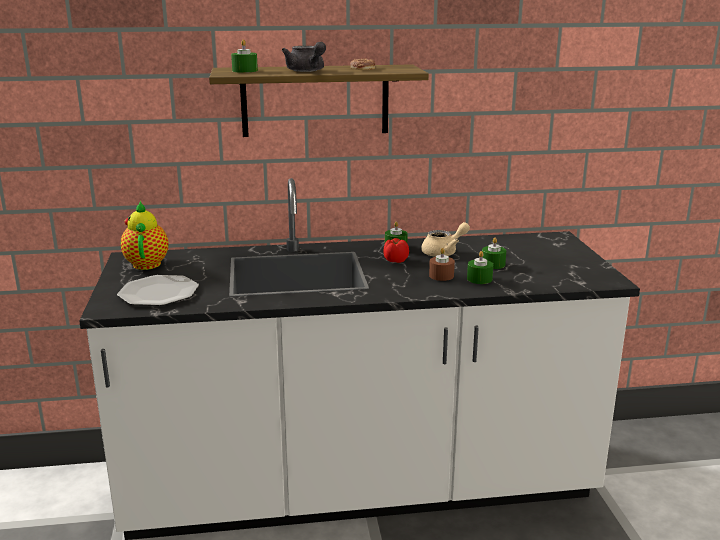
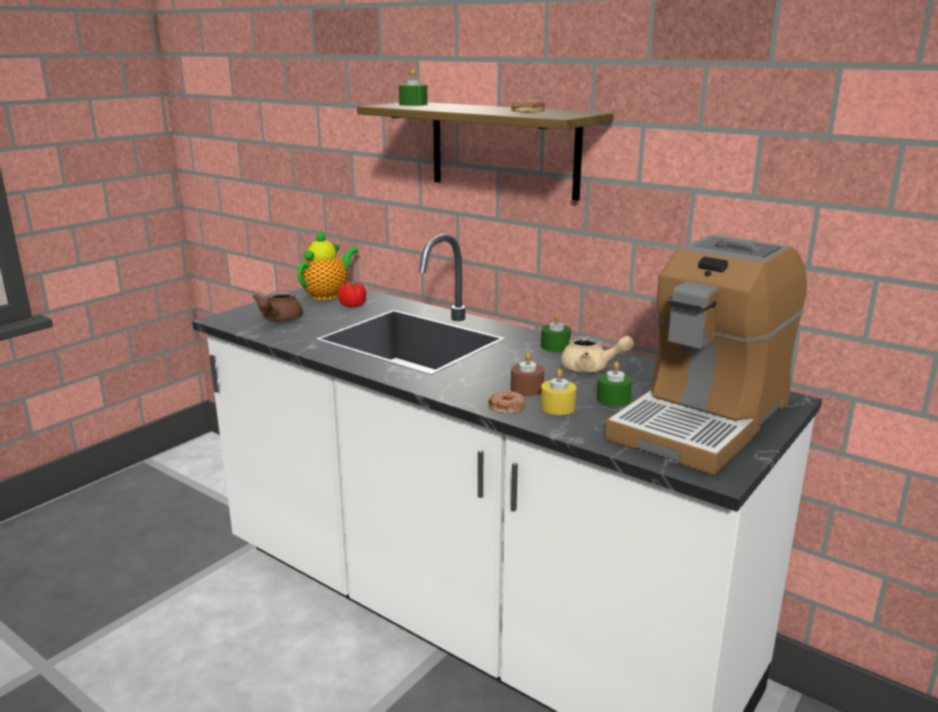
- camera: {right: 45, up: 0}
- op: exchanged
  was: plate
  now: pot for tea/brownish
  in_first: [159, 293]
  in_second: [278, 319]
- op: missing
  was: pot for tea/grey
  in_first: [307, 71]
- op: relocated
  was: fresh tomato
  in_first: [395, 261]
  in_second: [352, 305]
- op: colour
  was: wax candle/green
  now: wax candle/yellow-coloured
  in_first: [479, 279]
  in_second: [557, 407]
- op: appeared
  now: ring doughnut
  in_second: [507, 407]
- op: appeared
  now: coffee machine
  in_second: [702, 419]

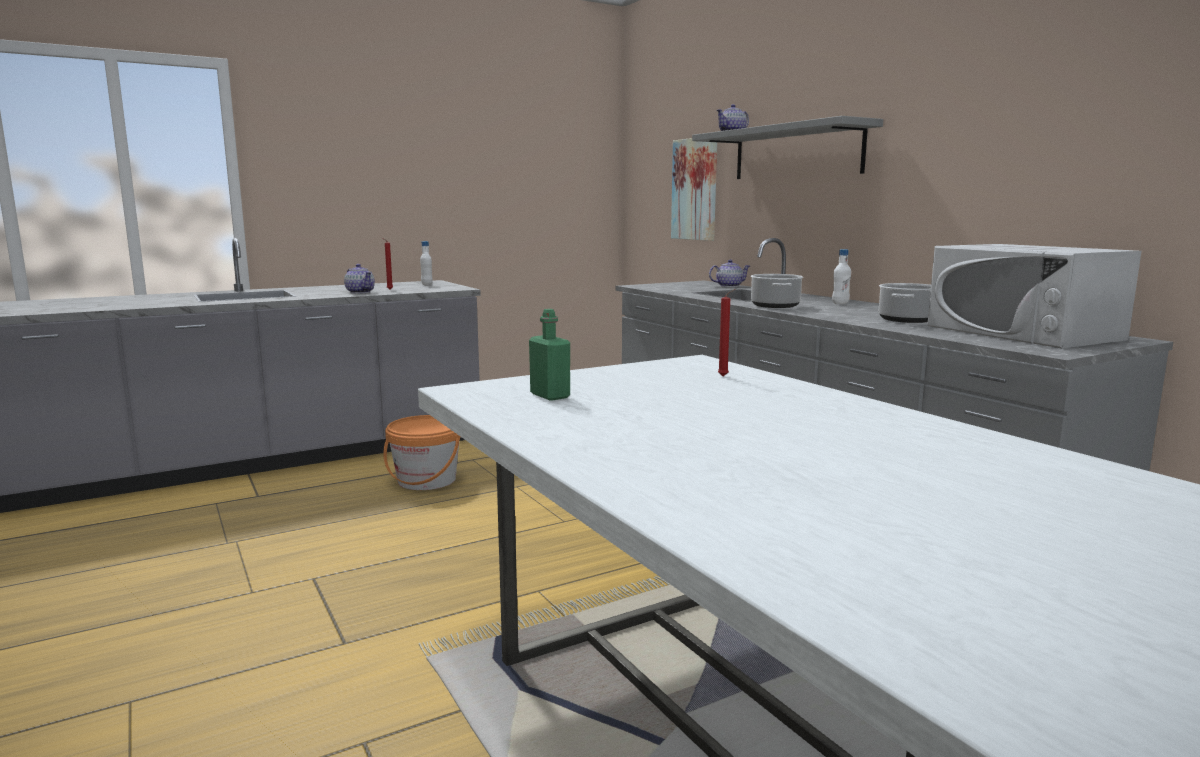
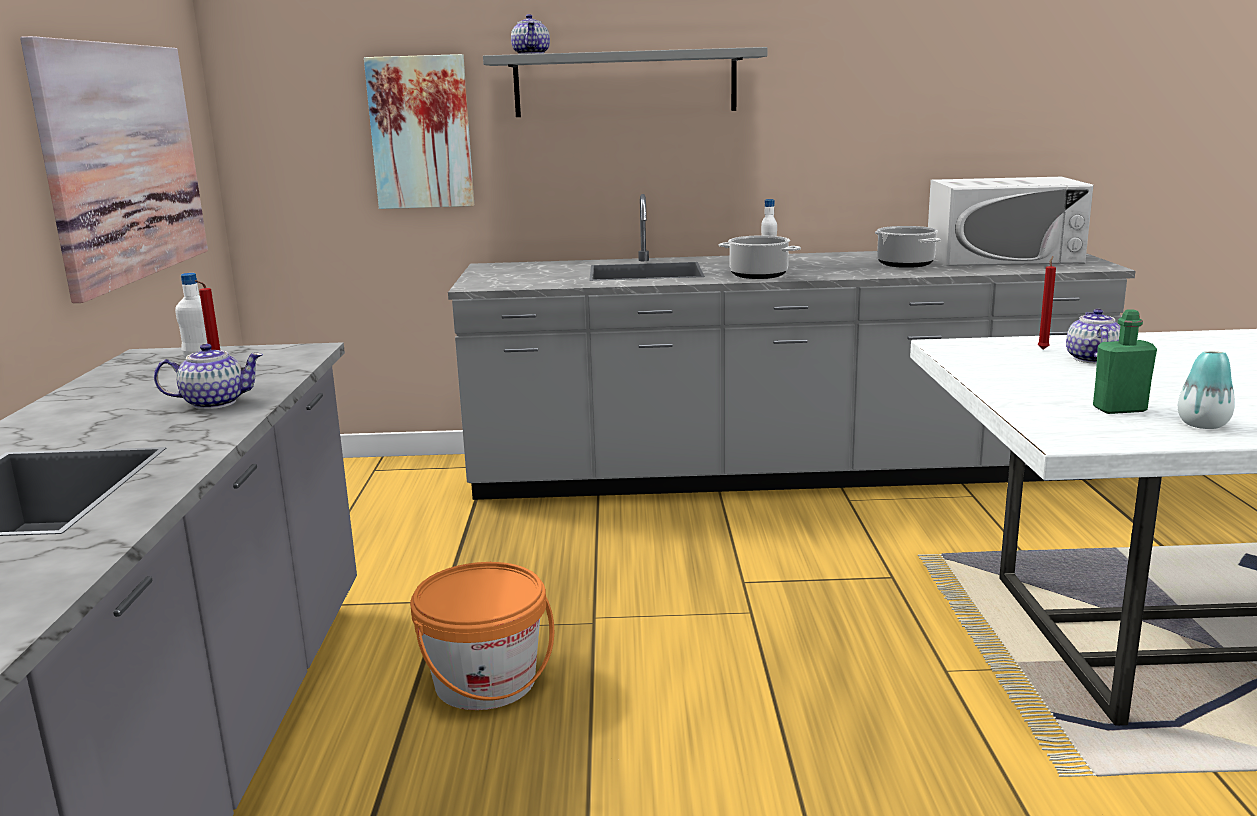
- camera: {right: -60, up: 5}
- op: relocated
  was: pot for tea
  in_first: [728, 286]
  in_second: [1092, 359]
- op: appeared
  now: wall picture
  in_second: [124, 162]
- op: appeared
  now: flower vase
  in_second: [1202, 425]

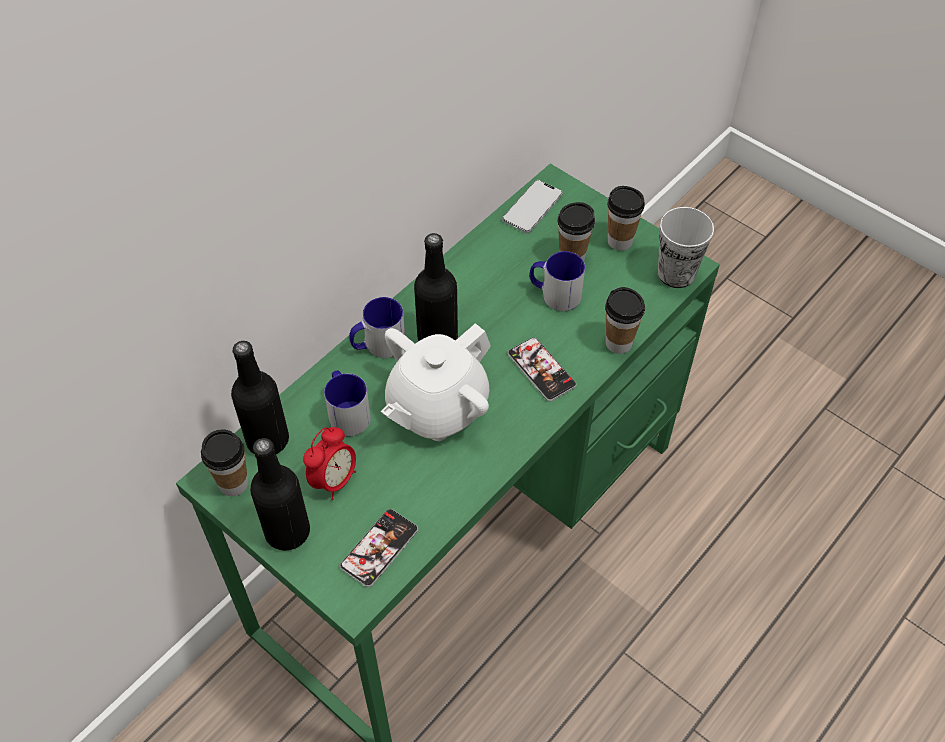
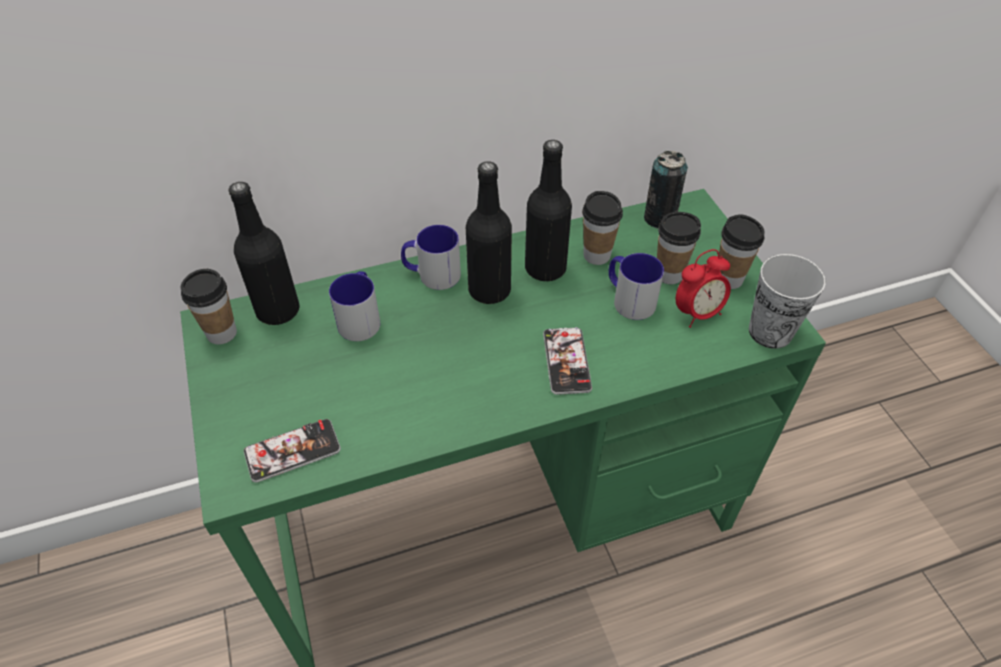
- camera: {right: 30, up: -5}
- op: relocated
  was: beverage bottle/blackish
  in_first: [287, 531]
  in_second: [545, 268]
- op: relocated
  was: alarm clock
  in_first: [334, 480]
  in_second: [697, 313]
- op: missing
  was: pot for tea/white
  in_first: [436, 407]
- op: exchanged
  was: phone
  now: sealed can
  in_first: [532, 207]
  in_second: [659, 218]
- op: relocated
  was: small cup
  in_first: [618, 343]
  in_second: [596, 255]

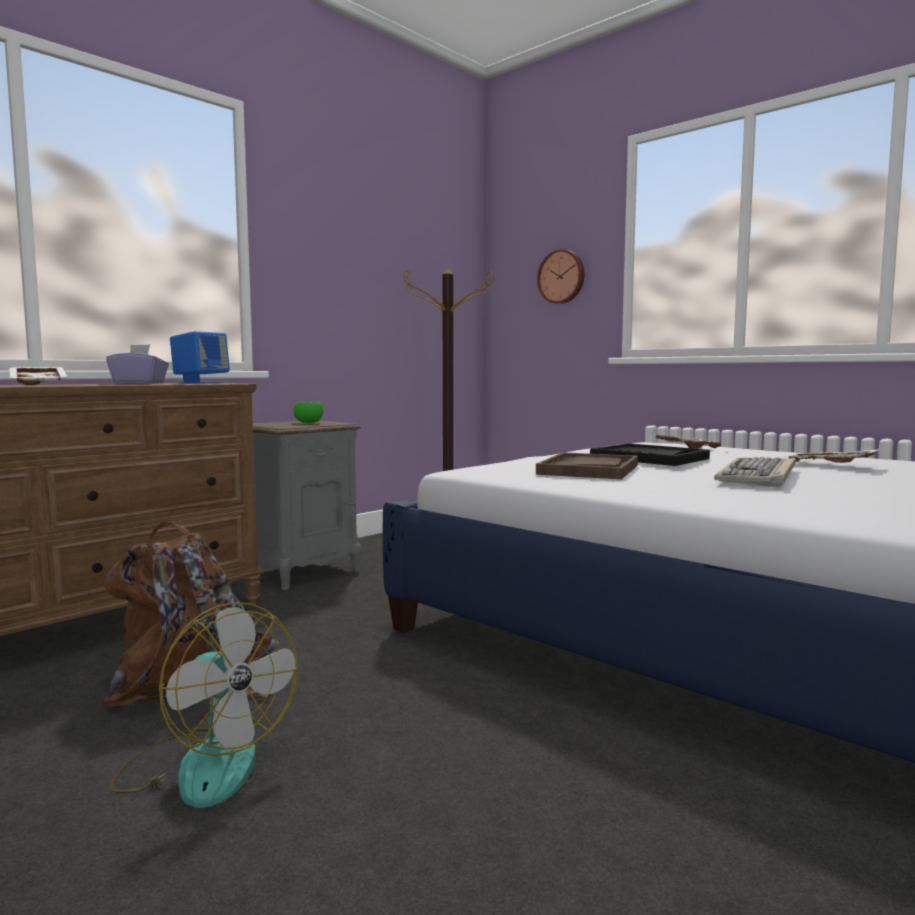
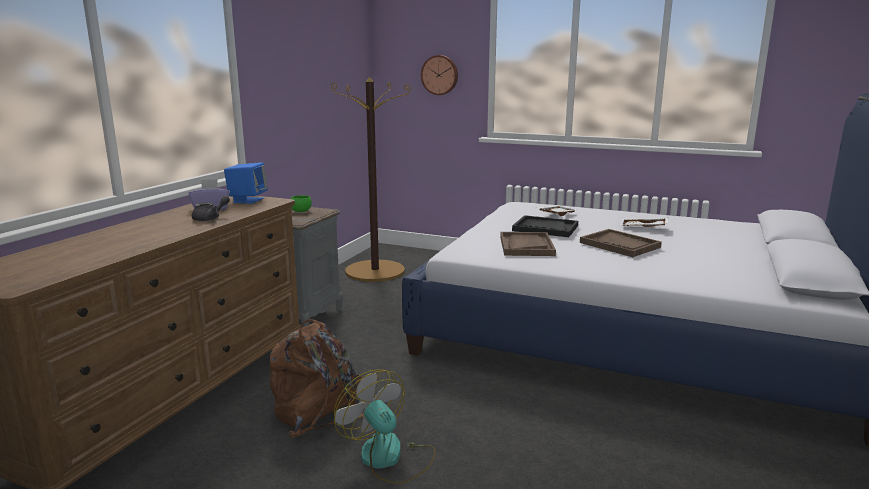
- camera: {right: -20, up: 10}
- op: missing
  was: tray/white
  in_first: [40, 384]
- op: spun
  was: cooling fan
  in_first: [204, 764]
  in_second: [389, 458]
  clockwise: -150
- op: exchanged
  was: keyboard
  now: tray/brownish
  in_first: [758, 476]
  in_second: [620, 245]
- op: appeared
  now: pot for tea/grey
  in_second: [210, 218]

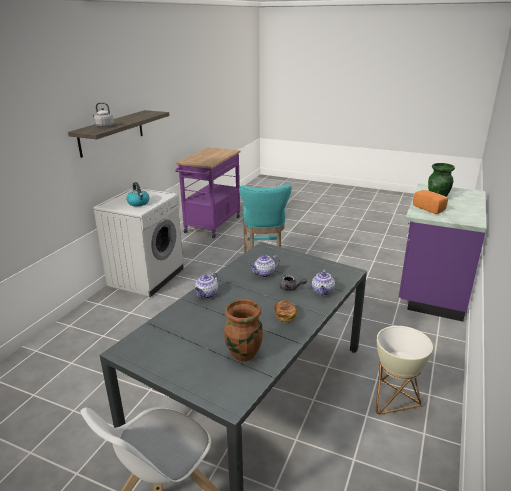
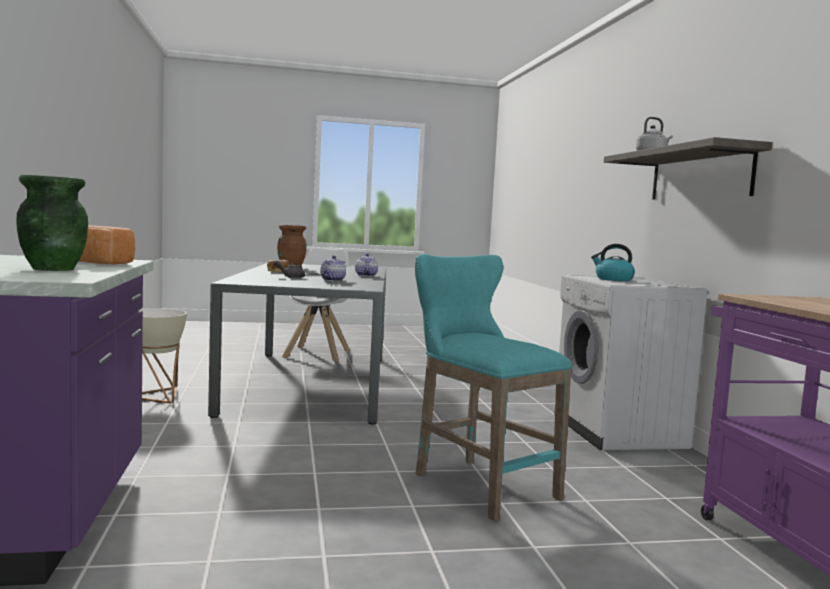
- camera: {right: 145, up: -20}
- op: missing
  was: pot for tea
  in_first: [323, 292]

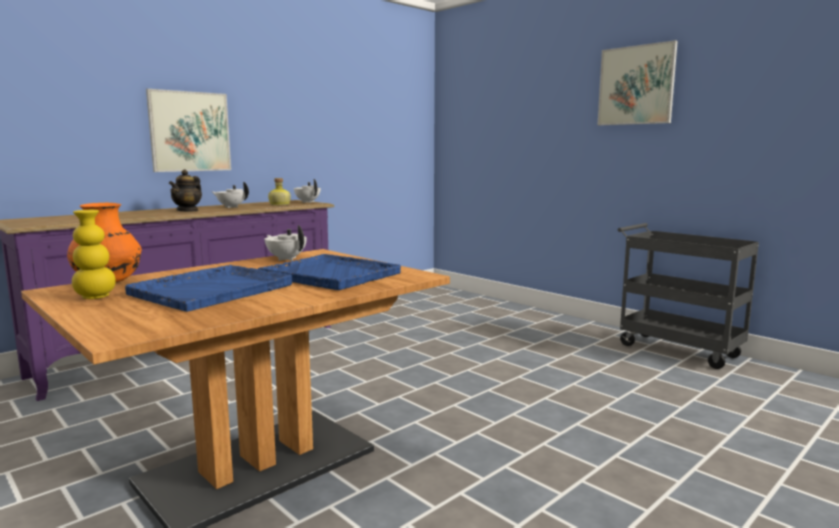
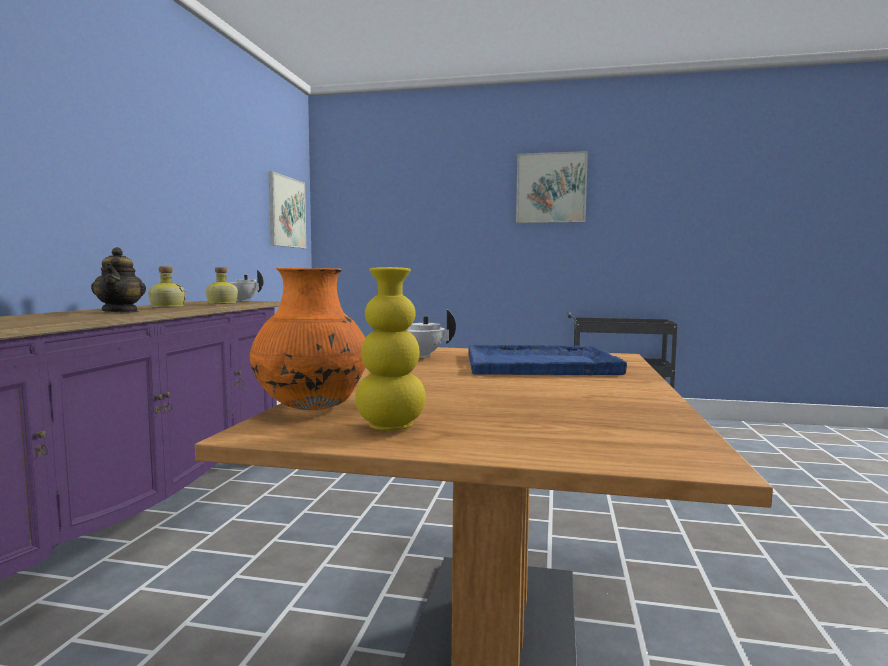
- camera: {right: -35, up: -5}
- op: missing
  was: tray/bluish
  in_first: [213, 289]
- op: relocated
  was: wall picture
  in_first: [190, 131]
  in_second: [286, 212]
- op: exchanged
  was: pot for tea/white
  now: beverage bottle
  in_first: [231, 207]
  in_second: [166, 307]

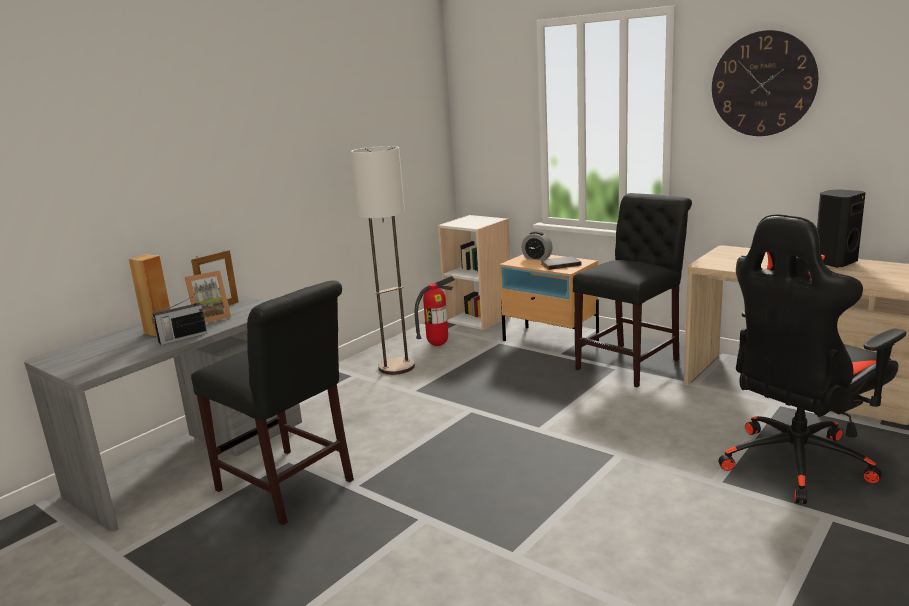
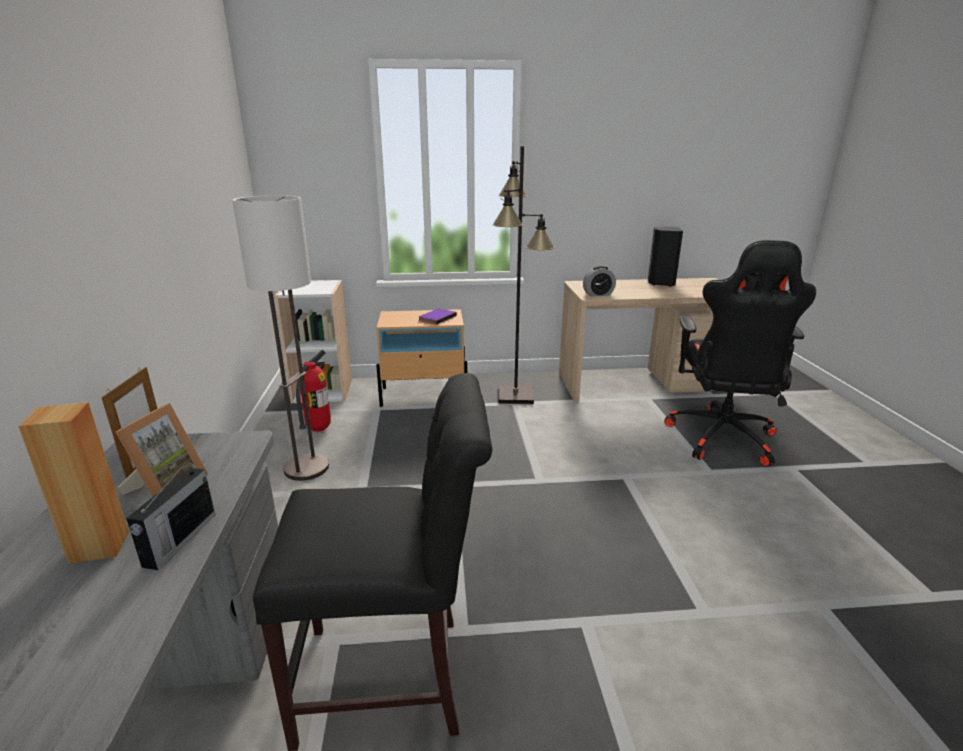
- camera: {right: -45, up: 5}
- op: relocated
  was: alarm clock
  in_first: [537, 258]
  in_second: [598, 294]
- op: colour
  was: volume/grey
  now: volume/purple
  in_first: [560, 264]
  in_second: [436, 318]
- op: exchanged
  was: chair/blackish
  now: floor lamp/blackish
  in_first: [632, 362]
  in_second: [516, 395]
- op: missing
  was: hanging clock
  in_first: [763, 84]

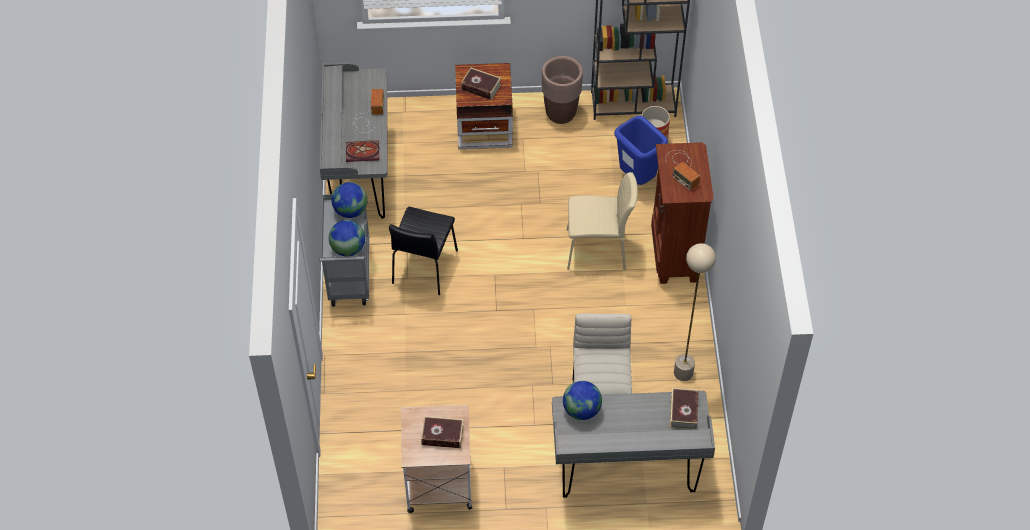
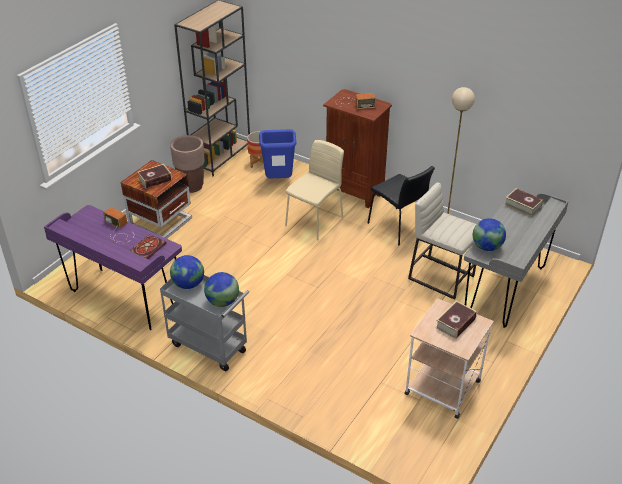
- camera: {right: -55, up: -15}
- op: colour
  was: desk/grey
  now: desk/purple
  in_first: [360, 175]
  in_second: [124, 299]
- op: relocated
  was: chair/blackish
  in_first: [424, 269]
  in_second: [399, 227]

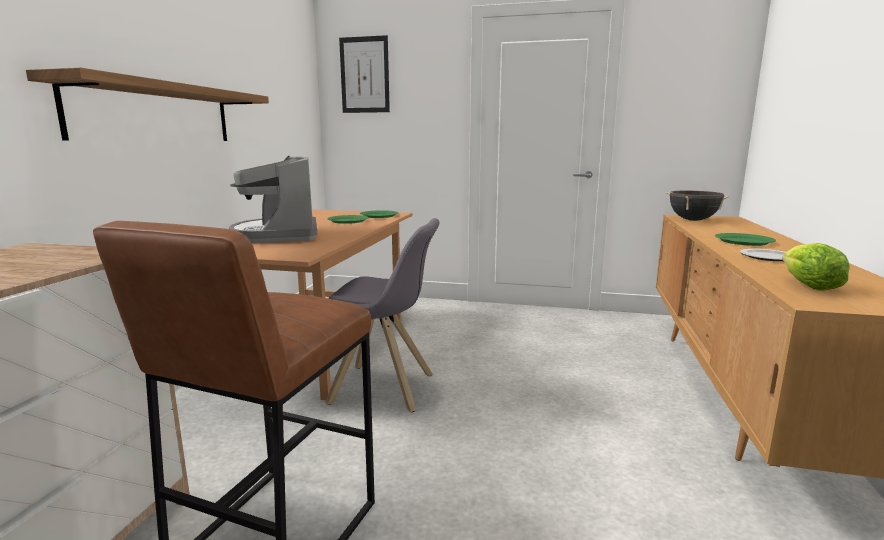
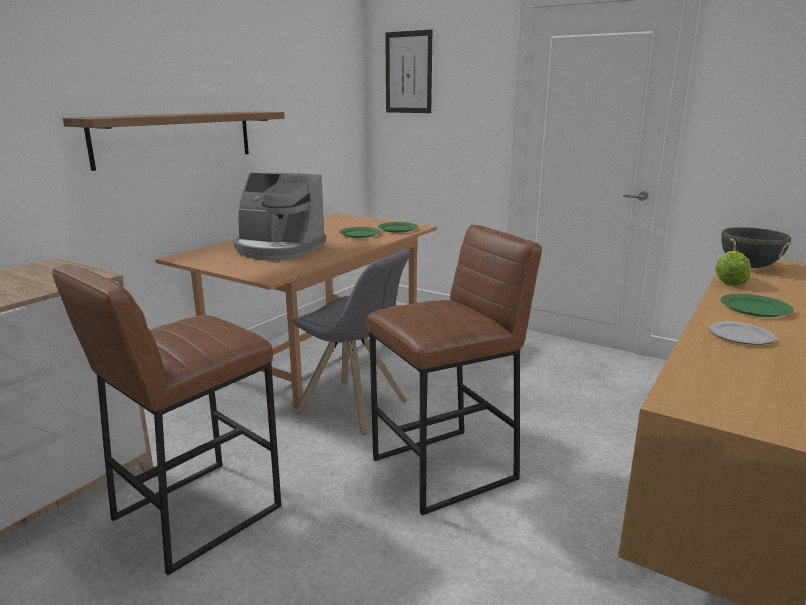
- camera: {right: 20, up: 5}
- op: spun
  was: coffee machine
  in_first: [278, 235]
  in_second: [278, 249]
  clockwise: -75
- op: relocated
  was: lettuce head
  in_first: [808, 286]
  in_second: [729, 282]
- op: appeared
  now: stool/brownish
  in_second: [446, 468]

